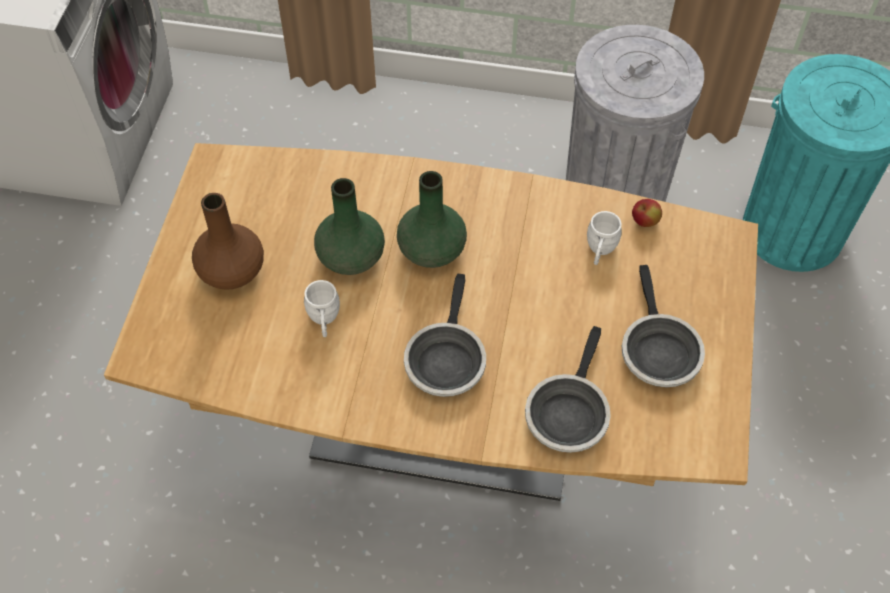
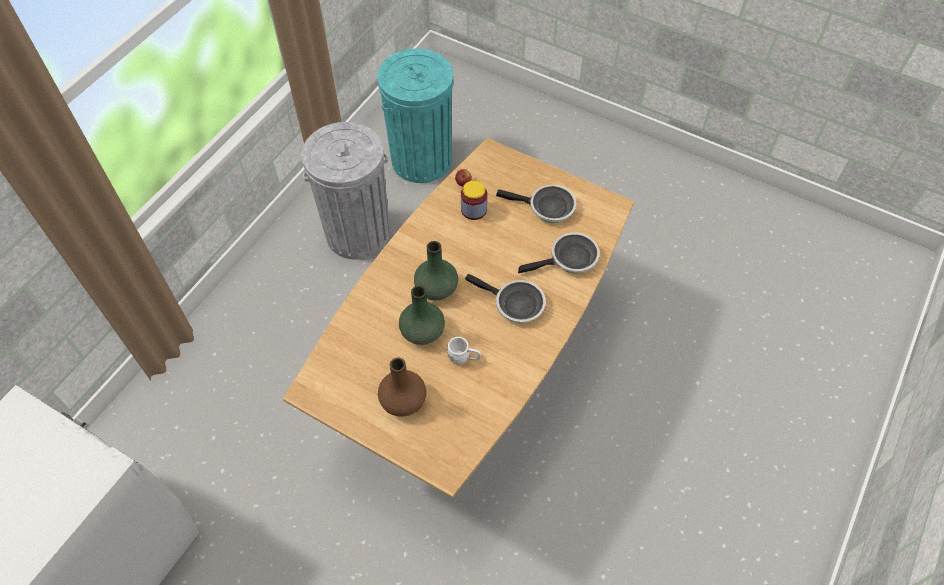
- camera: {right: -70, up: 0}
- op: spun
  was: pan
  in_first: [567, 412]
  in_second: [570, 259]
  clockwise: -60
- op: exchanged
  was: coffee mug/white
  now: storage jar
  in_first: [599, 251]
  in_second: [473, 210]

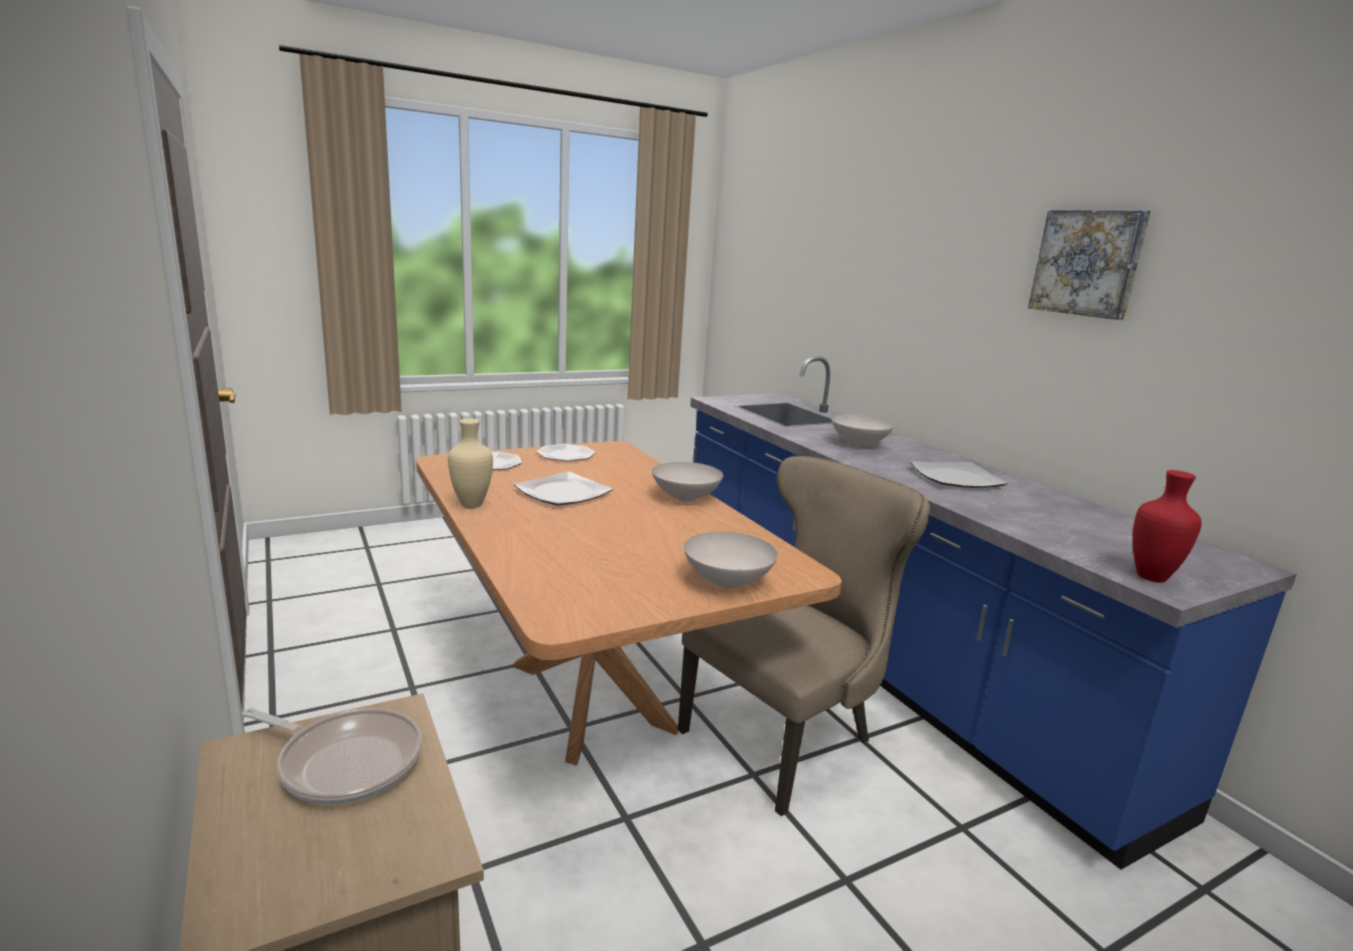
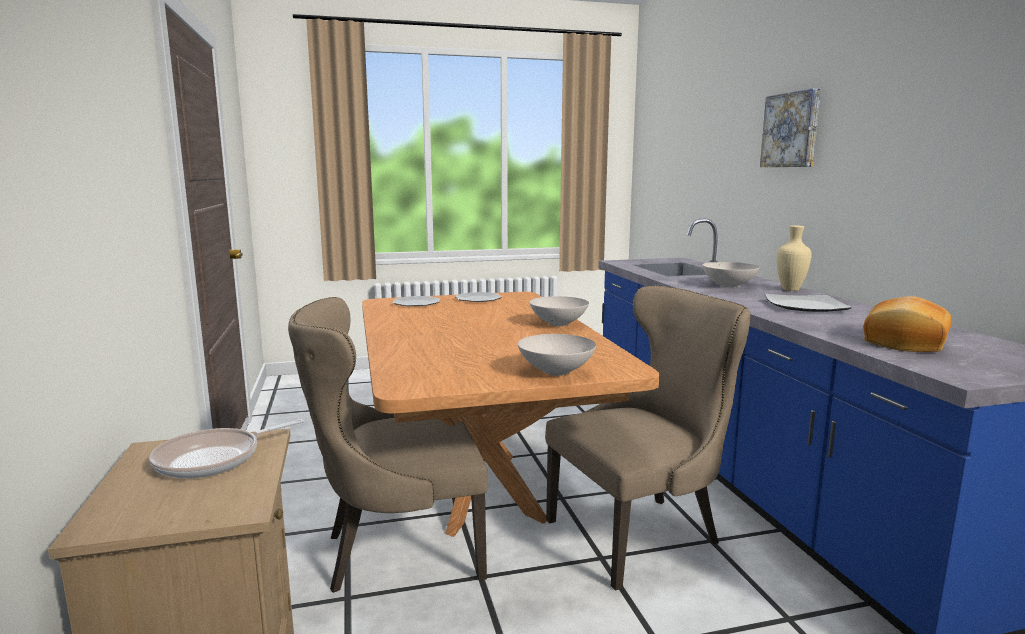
- camera: {right: 15, up: -5}
- op: spun
  was: pan
  in_first: [345, 761]
  in_second: [214, 459]
  clockwise: 105
- op: relocated
  was: flower vase/beige
  in_first: [473, 505]
  in_second: [791, 290]
- op: missing
  was: plate
  in_first: [564, 493]
- op: relocated
  was: wall picture
  in_first: [1088, 263]
  in_second: [792, 130]
- op: missing
  was: flower vase/reddish
  in_first: [1153, 577]
- op: appeared
  now: chair/beige
  in_second: [396, 552]
- op: appeared
  now: bread
  in_second: [902, 342]

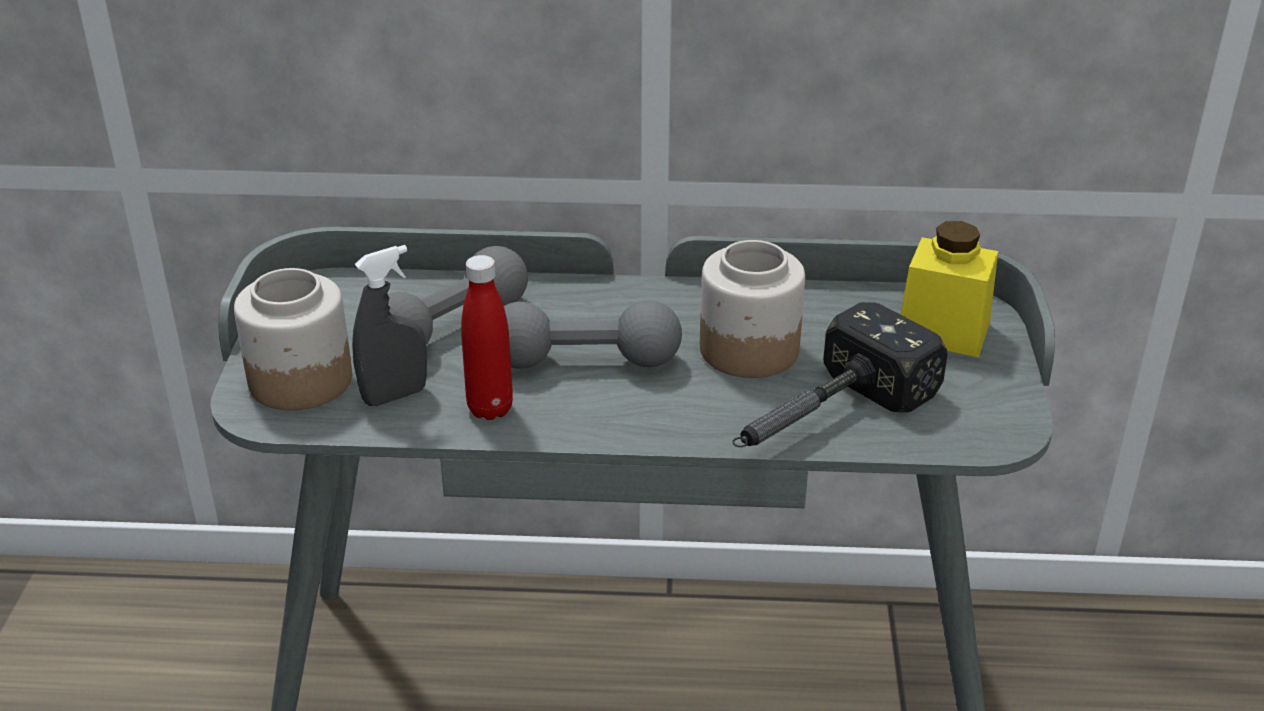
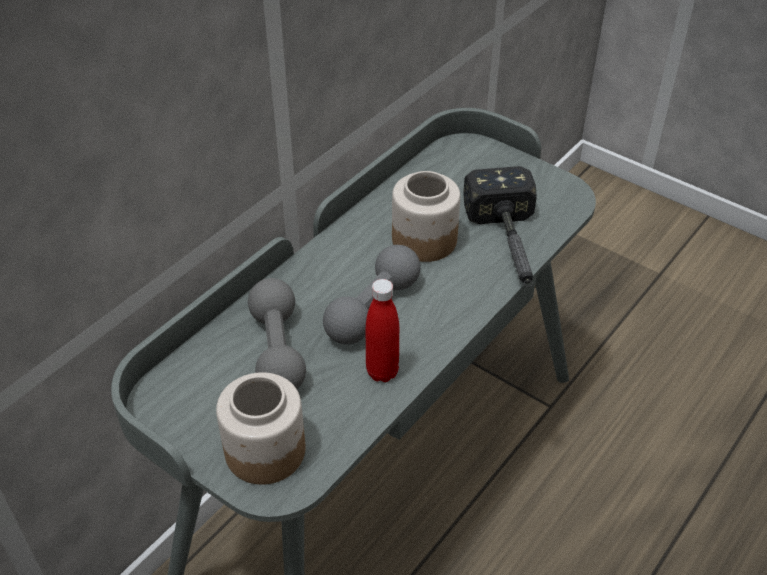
- camera: {right: -55, up: 10}
- op: missing
  was: sprayer/grey
  in_first: [395, 396]
- op: missing
  was: storage jar/yellow-coloured
  in_first: [943, 331]

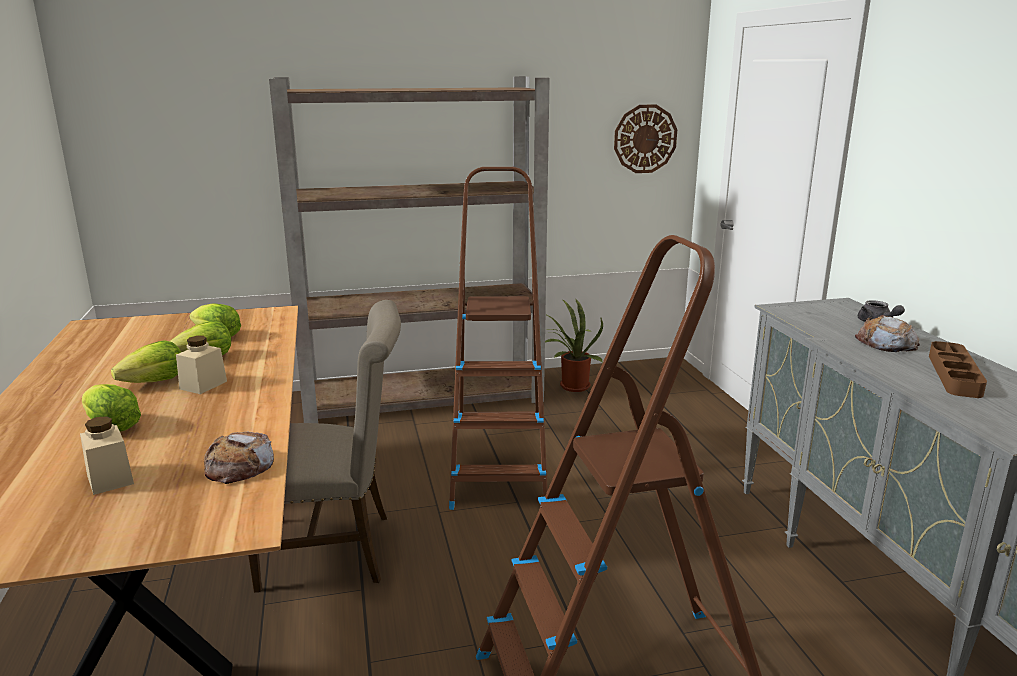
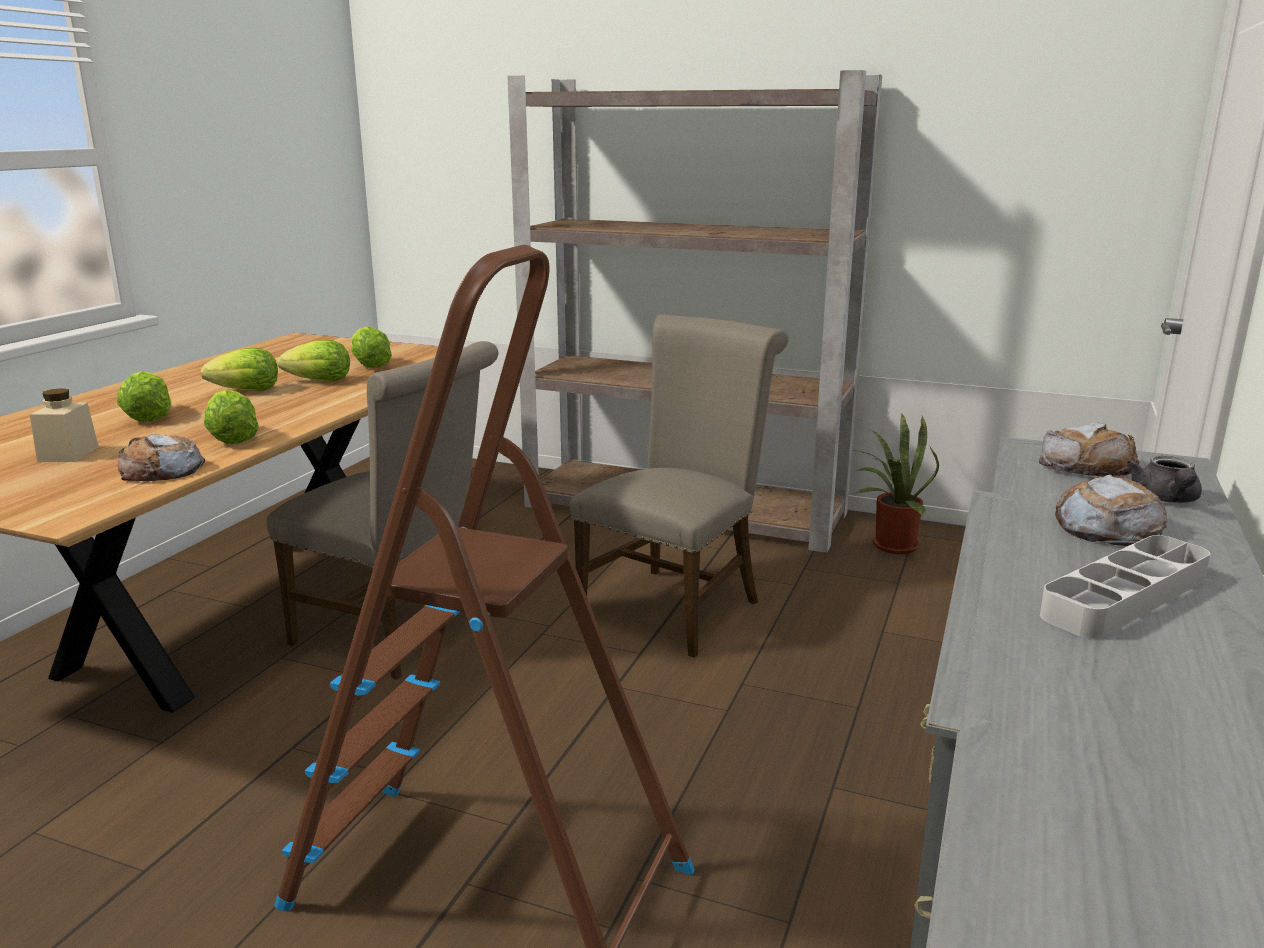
- camera: {right: 35, up: 0}
- op: missing
  was: storage jar/beige
  in_first: [203, 385]
- op: exchanged
  was: step ladder/brownish
  now: chair/beige
  in_first: [499, 463]
  in_second: [676, 605]
- op: missing
  was: hanging clock
  in_first: [645, 139]
- op: colour
  was: tray/brownish
  now: tray/grey
  in_first: [954, 374]
  in_second: [1125, 596]
- op: appeared
  now: lettuce head
  in_second: [232, 439]
- op: appeared
  now: bread
  in_second: [1086, 465]

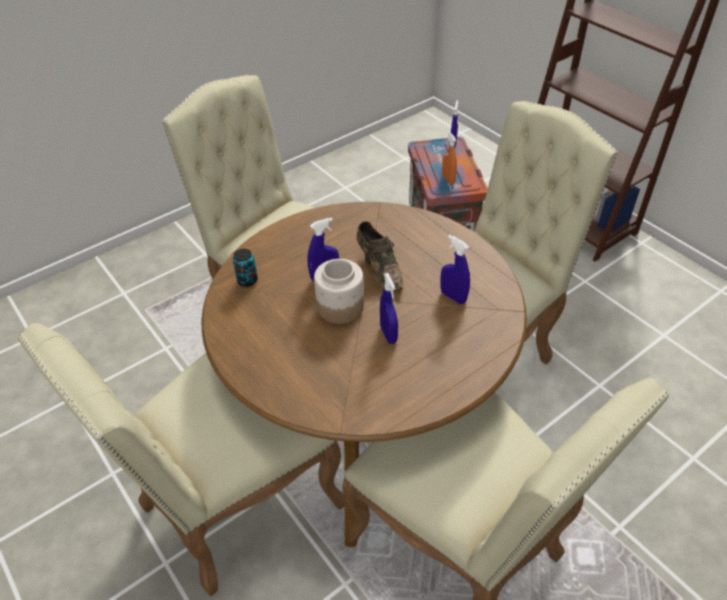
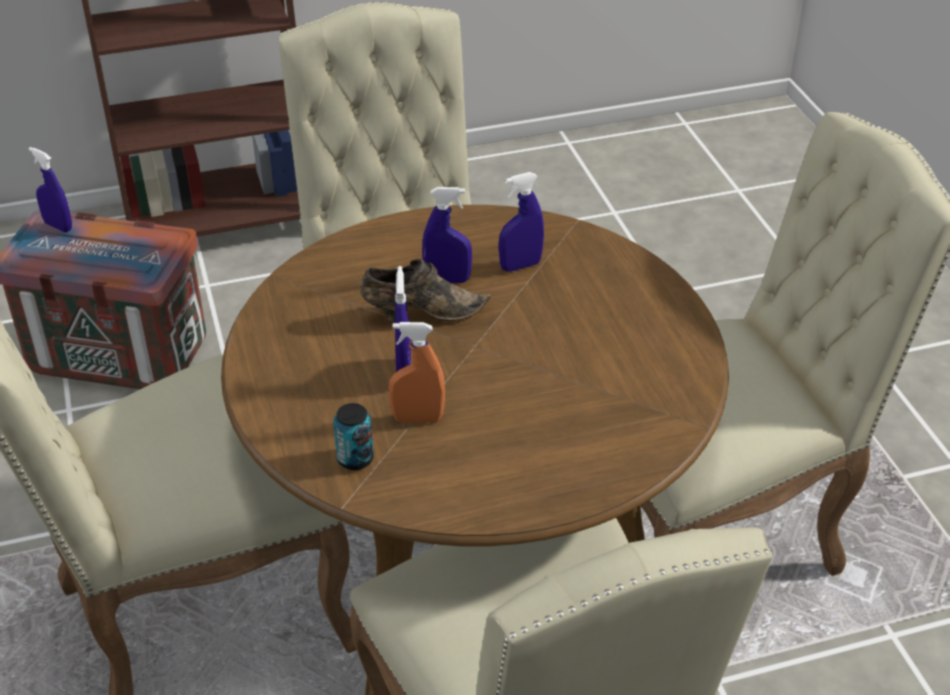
- camera: {right: -70, up: -5}
- op: missing
  was: storage jar
  in_first: [339, 307]
- op: relocated
  was: sprayer/bluish
  in_first: [388, 334]
  in_second: [447, 280]
- op: relocated
  was: sprayer/orange-coloured
  in_first: [448, 179]
  in_second: [417, 418]

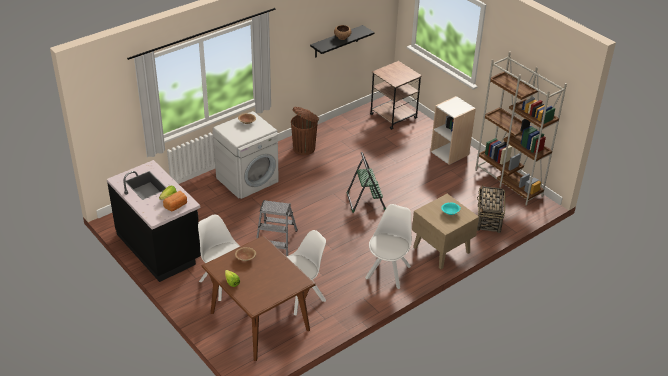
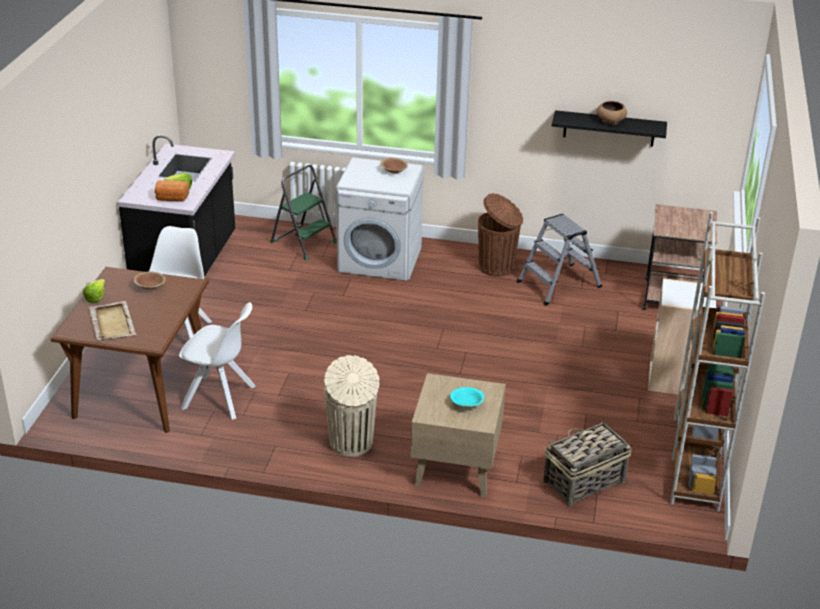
- camera: {right: 50, up: -5}
- op: relocated
  was: step ladder/grey
  in_first: [276, 243]
  in_second: [559, 284]
- op: relocated
  was: step ladder/green
  in_first: [364, 201]
  in_second: [302, 241]
- op: exchanged
  was: chair/white
  now: waste bin/beige
  in_first: [388, 271]
  in_second: [351, 443]
- op: appeared
  now: tray/beige
  in_second: [112, 322]

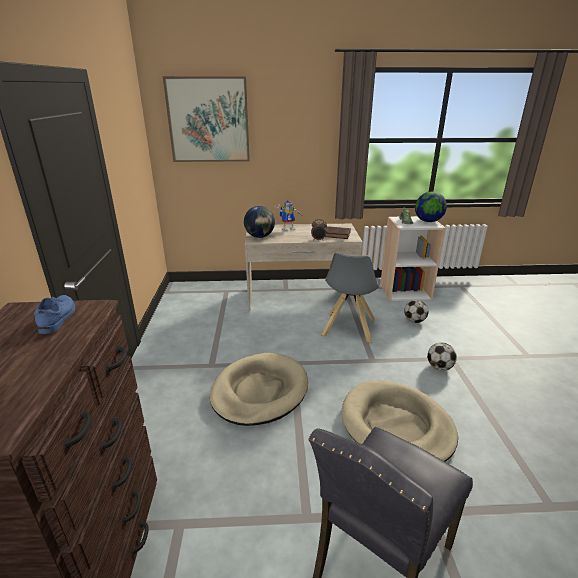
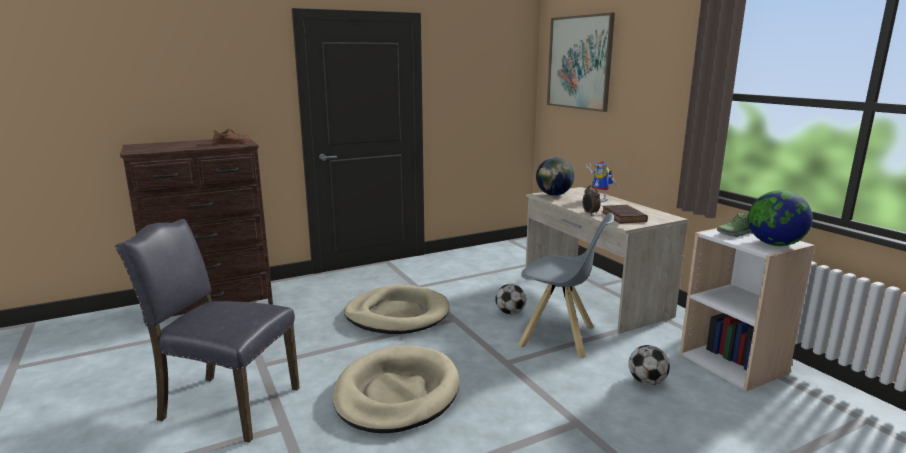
- camera: {right: 65, up: -10}
- op: colour
  was: item of footwear/bluish
  now: item of footwear/brownish
  in_first: [58, 317]
  in_second: [232, 142]
- op: spun
  was: chair/grey
  in_first: [348, 328]
  in_second: [559, 337]
  clockwise: -150
- op: relocated
  was: football
  in_first: [439, 367]
  in_second: [510, 313]

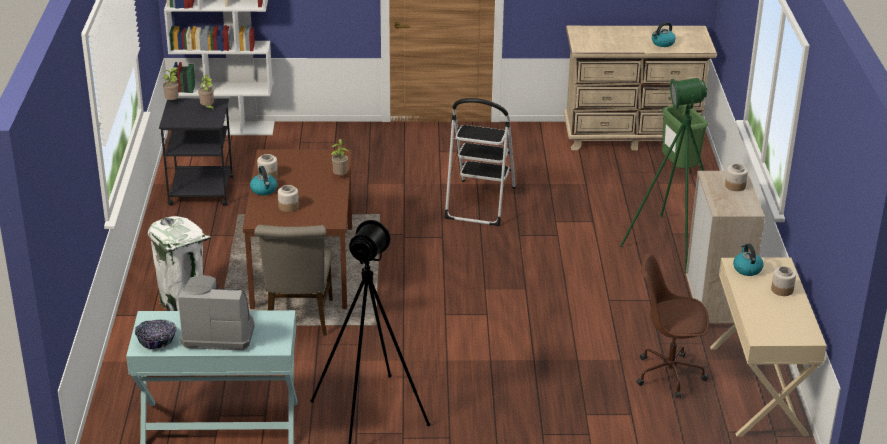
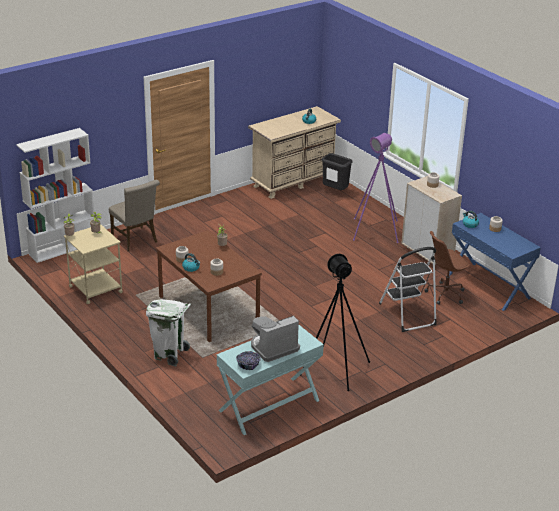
- camera: {right: -35, up: 0}
- op: colour
  was: wheeled cart/blackish
  now: wheeled cart/beige
  in_first: [201, 190]
  in_second: [95, 289]
- op: relocated
  was: chair/beige
  in_first: [298, 320]
  in_second: [136, 240]
- op: relocated
  was: step ladder
  in_first: [479, 204]
  in_second: [407, 315]
- op: colour
  was: floor lamp/green
  now: floor lamp/purple
  in_first: [672, 244]
  in_second: [375, 231]
- op: colour
  was: waste bin/green
  now: waste bin/blackish
  in_first: [678, 169]
  in_second: [334, 191]
- op: colour
  was: desk/beige
  now: desk/bluish
  in_first: [758, 389]
  in_second: [488, 286]

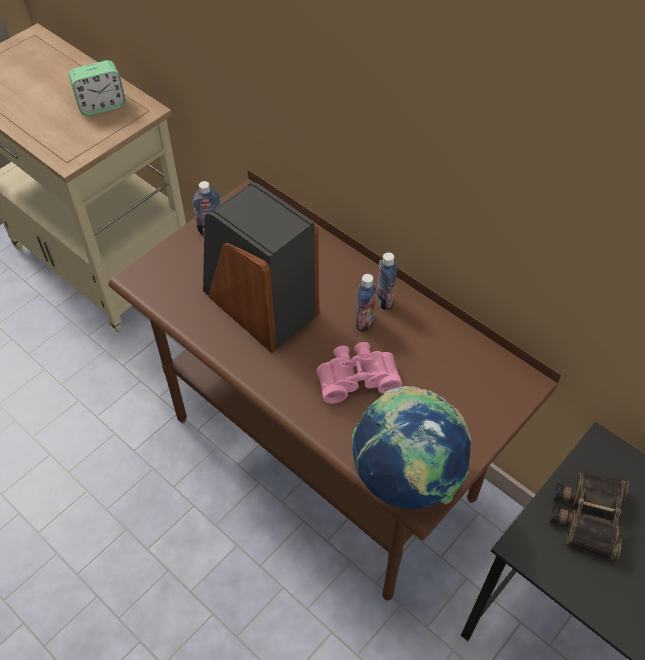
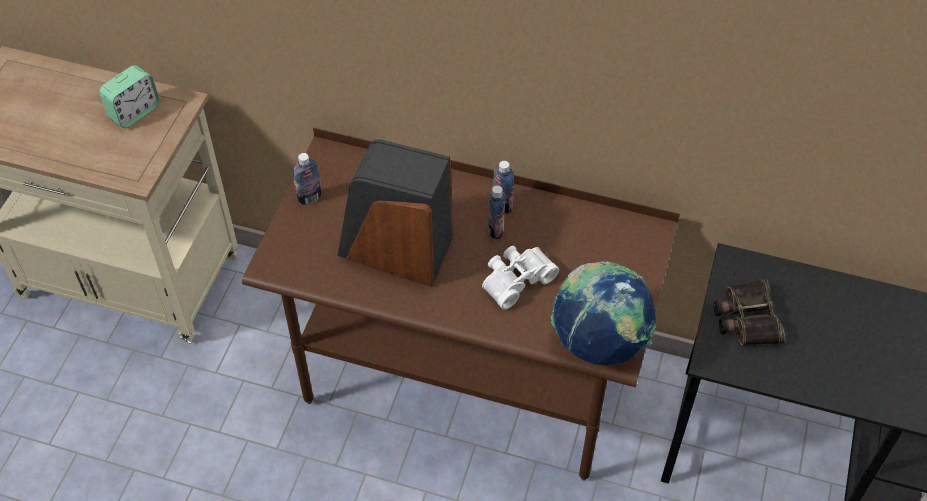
- camera: {right: -25, up: 0}
- op: colour
  was: field glasses/pinkish
  now: field glasses/white
  in_first: [356, 377]
  in_second: [515, 279]

